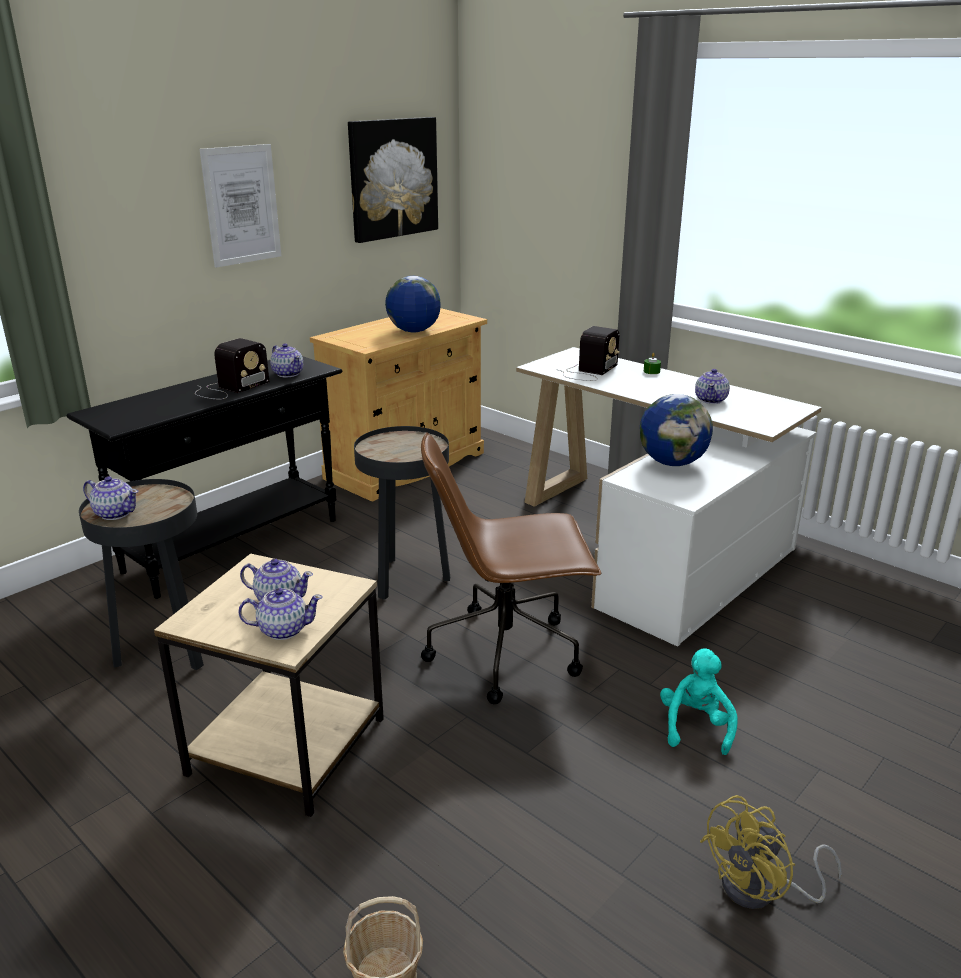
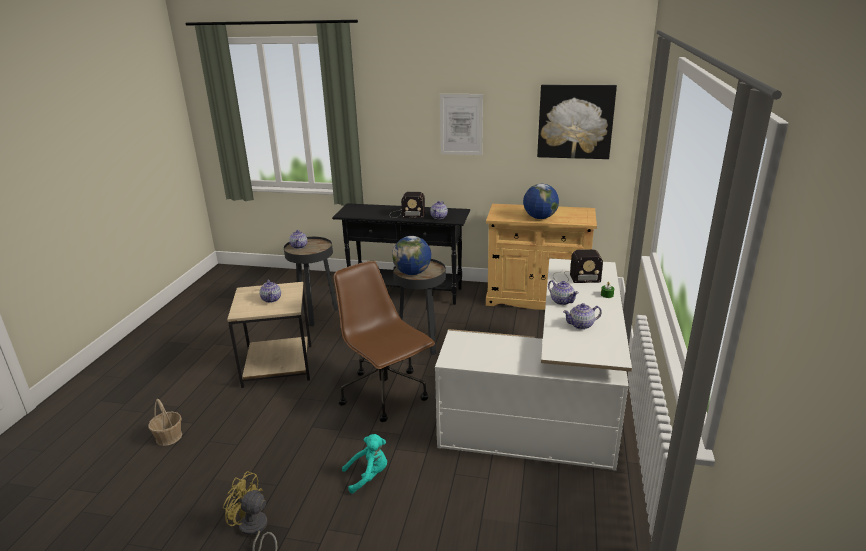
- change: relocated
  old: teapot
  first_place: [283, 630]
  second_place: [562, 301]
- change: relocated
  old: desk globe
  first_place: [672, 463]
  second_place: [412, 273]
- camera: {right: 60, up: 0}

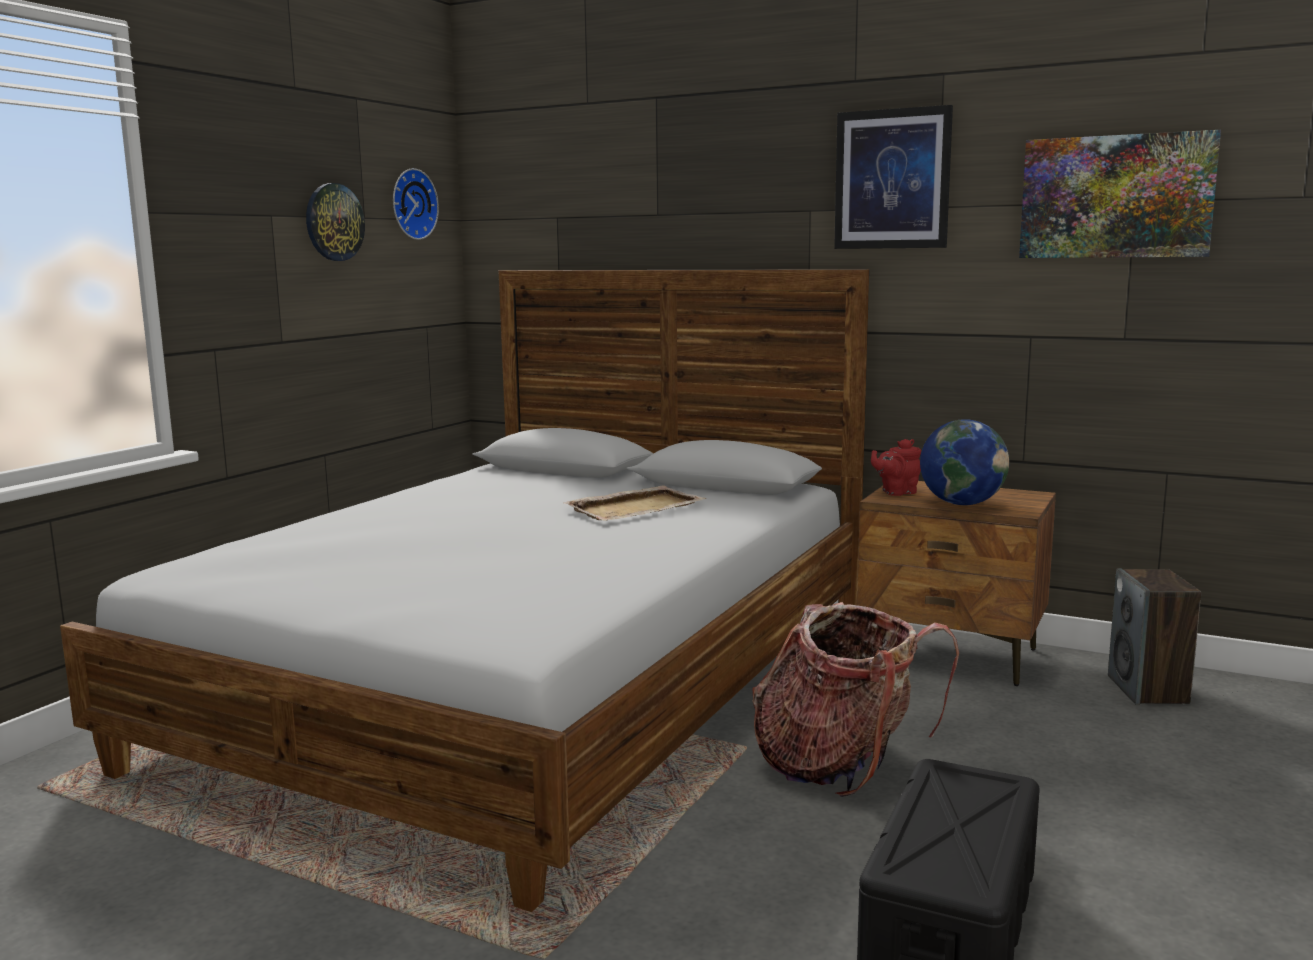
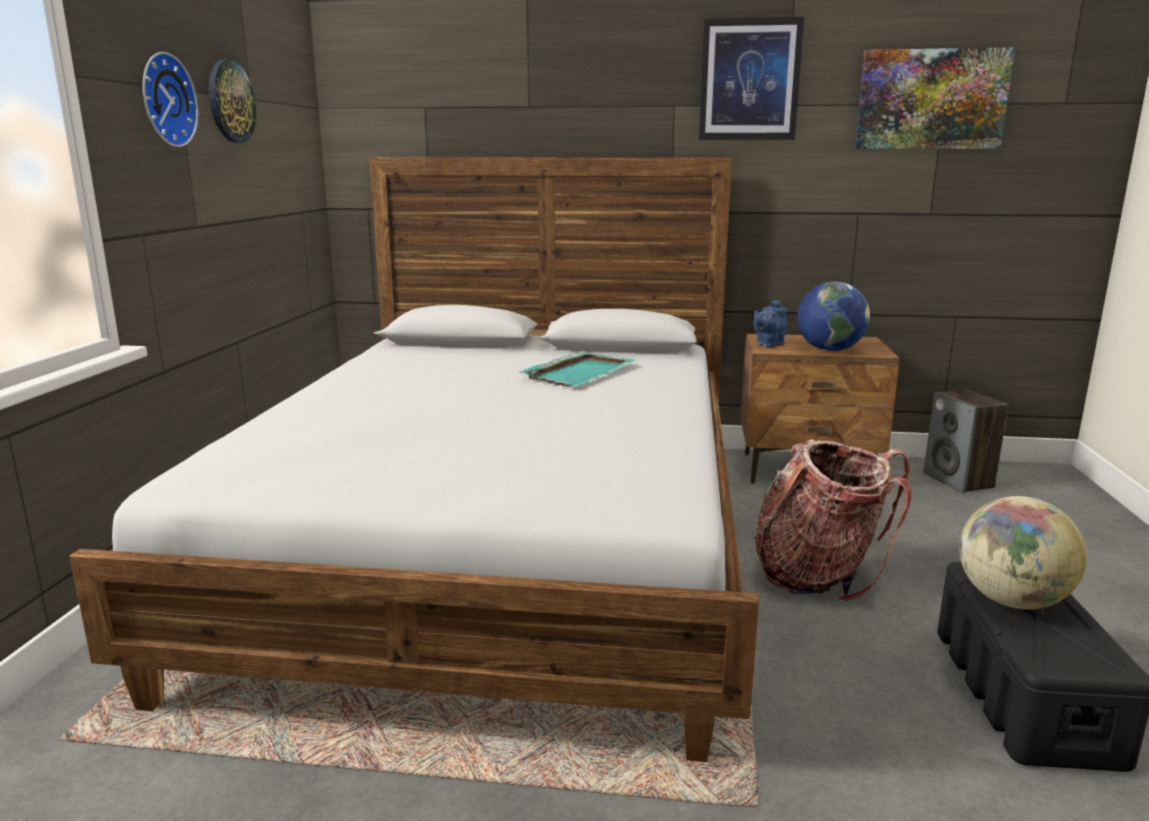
- change: appeared
  new: desk globe
  second_place: [1011, 601]
- change: relocated
  old: clock on the wall
  first_place: [411, 204]
  second_place: [164, 100]
- change: colour
  old: beige-coloured tray
  new: blue-green tray
  first_place: [636, 508]
  second_place: [579, 372]
- change: colour
  old: red teapot
  new: blue teapot
  first_place: [896, 492]
  second_place: [768, 344]
- camera: {right: -20, up: 5}

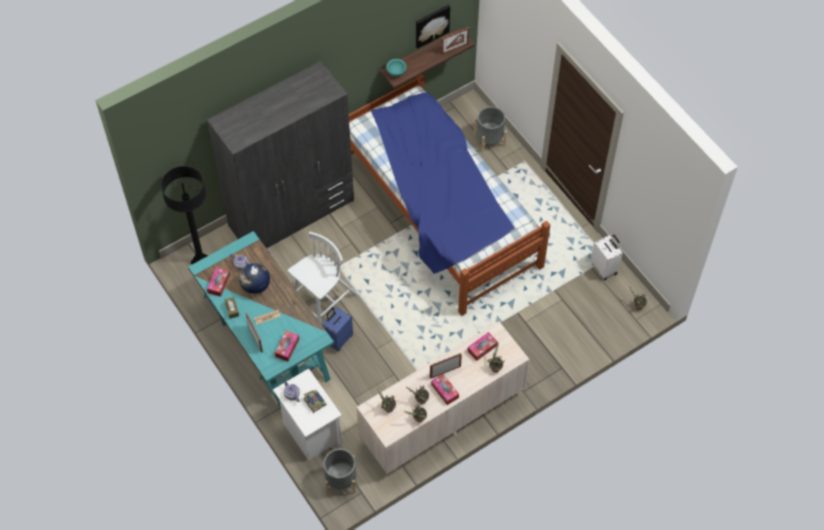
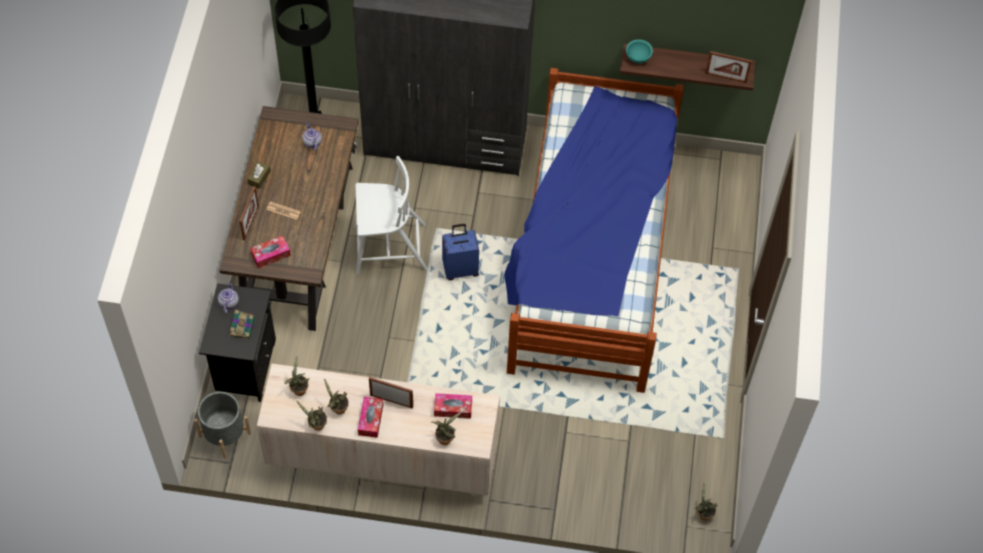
- change: missing
  old: tissue holder
  first_place: [219, 284]
- change: missing
  old: desk globe
  first_place: [255, 286]
- change: missing
  old: picture
  first_place: [431, 25]
- change: missing
  old: gray plant pot
  first_place: [489, 139]
- change: missing
  old: whitish piece of luggage
  first_place: [604, 268]
- change: relocated
  old: blue piece of luggage
  first_place: [338, 339]
  second_place: [460, 269]
- change: colour
  old: blue-green desk table
  new: brownish desk table
  first_place: [265, 338]
  second_place: [297, 242]
- change: colour
  old: whitish bedside table
  new: black-coloured bedside table
  first_place: [310, 432]
  second_place: [244, 366]
- camera: {right: 40, up: 0}

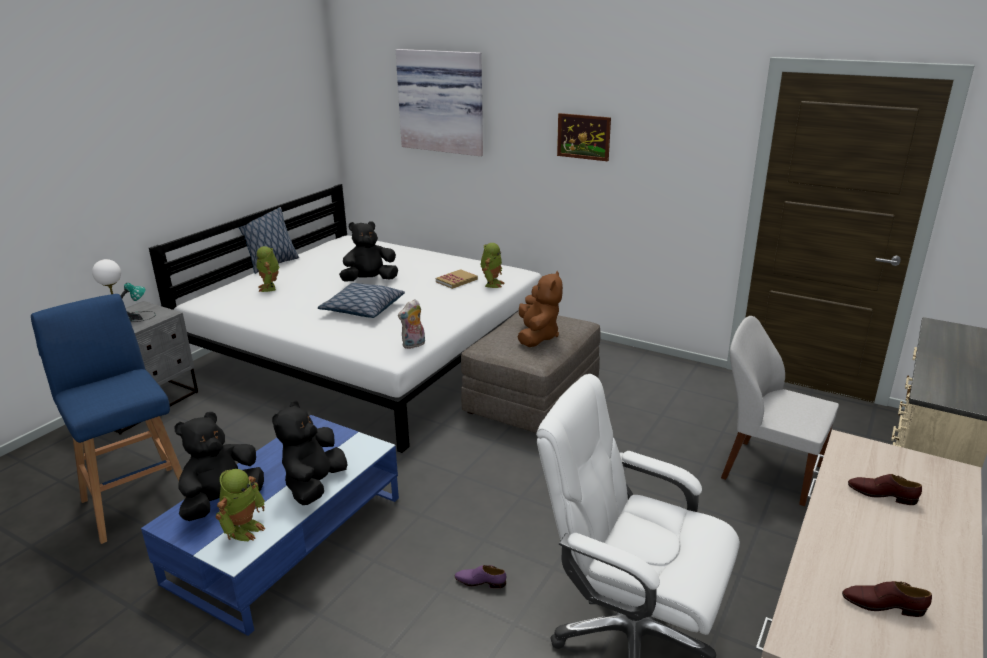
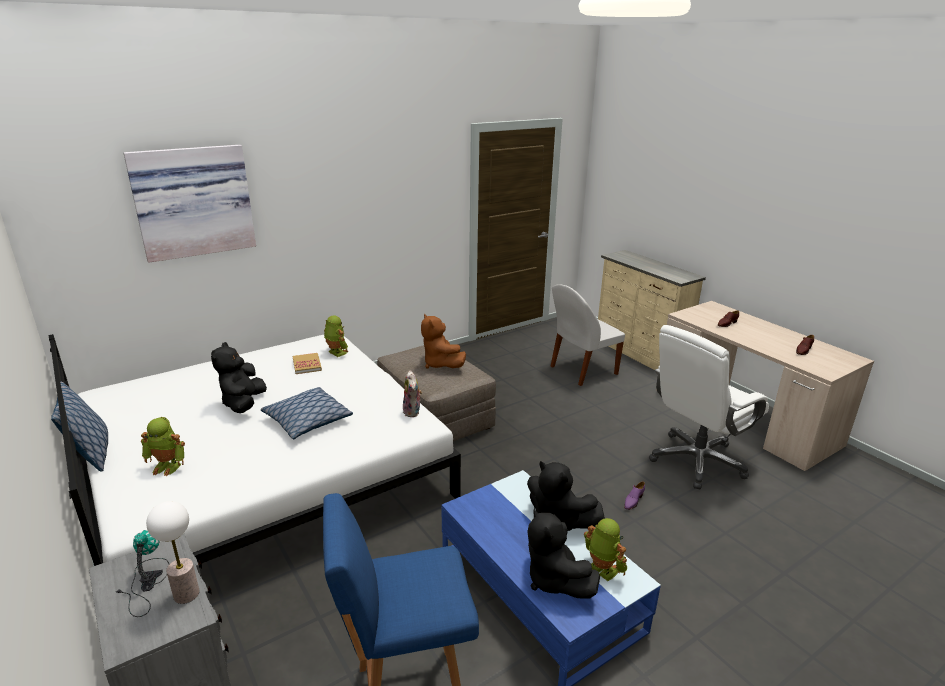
- change: missing
  old: picture
  first_place: [583, 136]
- change: spun
  old: brownish cuddly toy
  first_place: [537, 336]
  second_place: [440, 364]
  degrees: -150
- camera: {right: -65, up: 0}

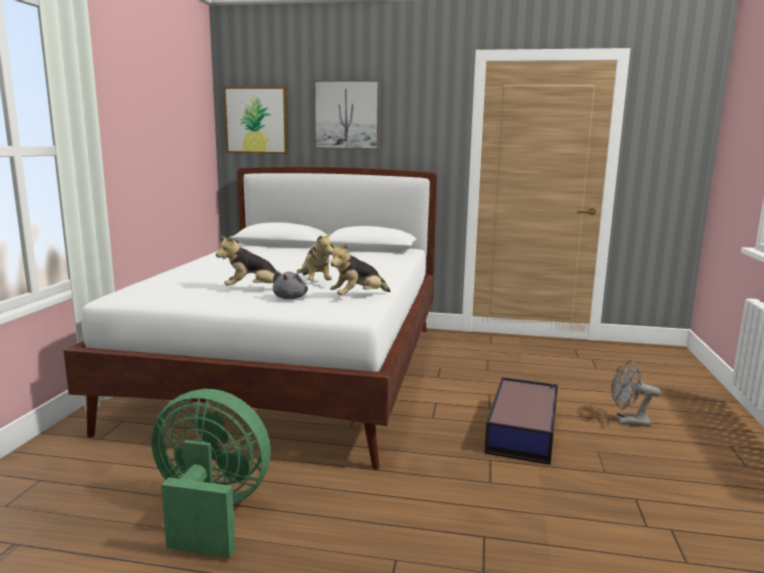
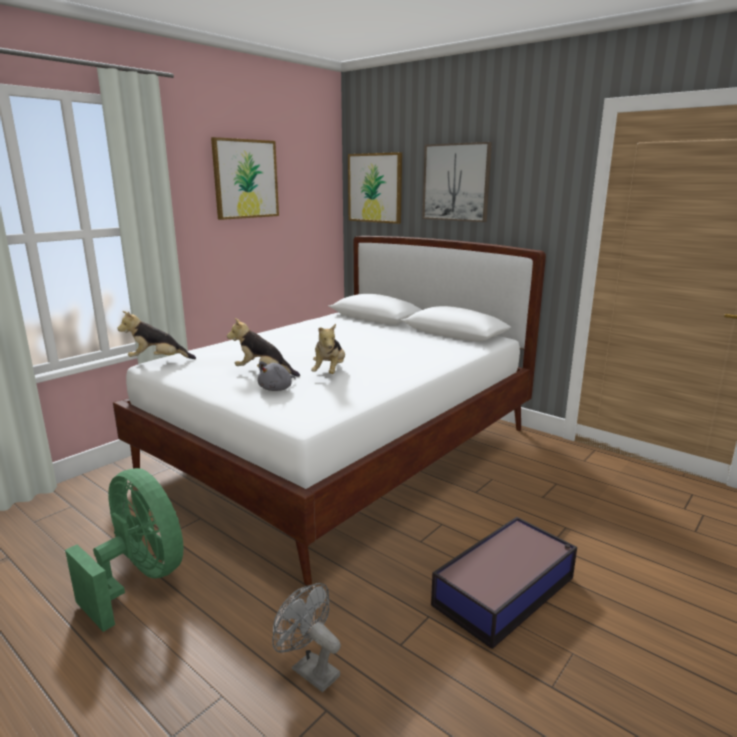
- change: appeared
  new: picture
  second_place: [245, 179]
- change: relocated
  old: cuddly toy
  first_place: [358, 297]
  second_place: [158, 360]
- change: relocated
  old: gray cooling fan
  first_place: [628, 421]
  second_place: [309, 669]
- camera: {right: 30, up: 5}

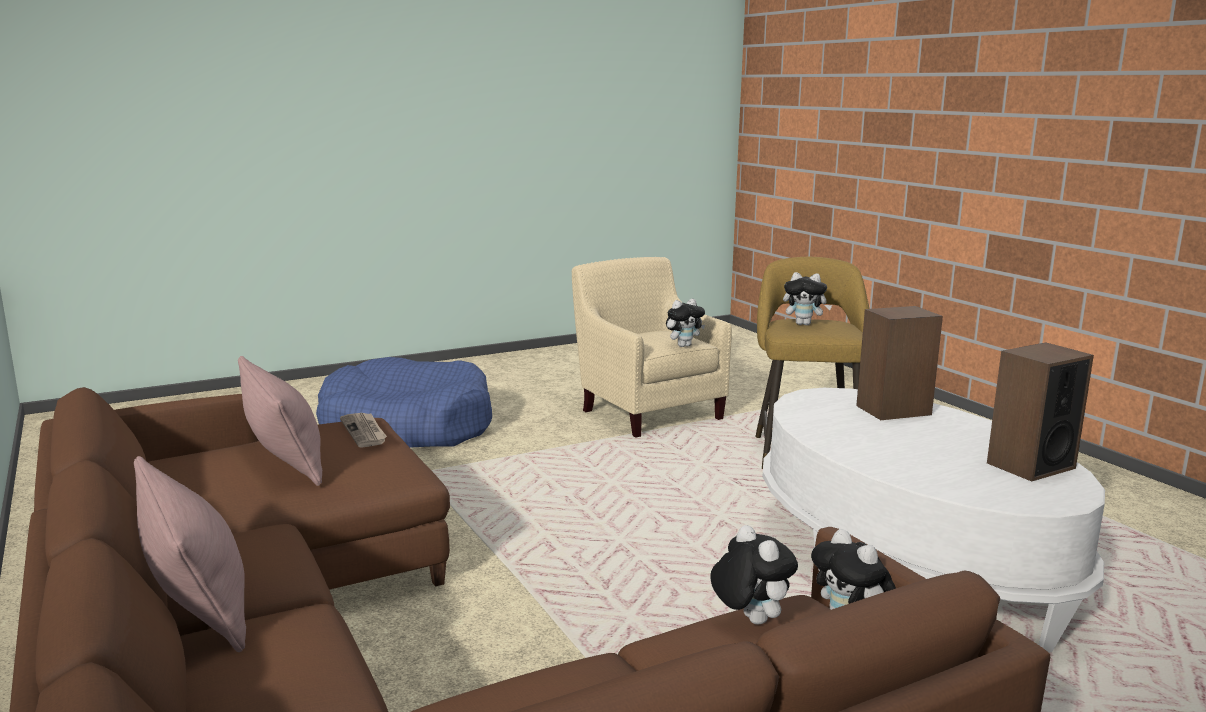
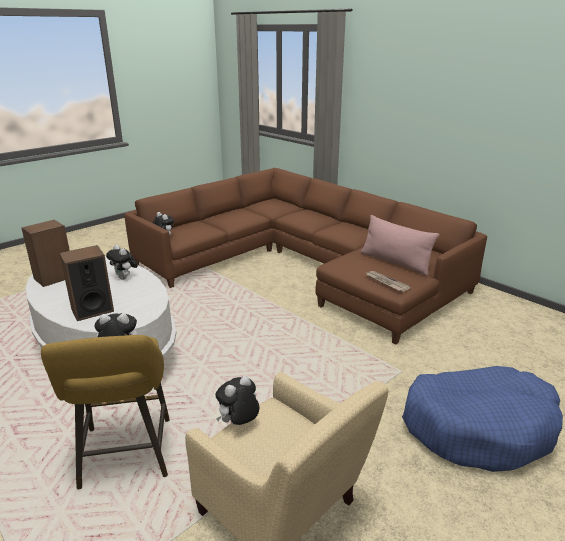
- change: missing
  old: pinkish cushion
  first_place: [196, 600]
- change: relocated
  old: cuddly toy
  first_place: [749, 620]
  second_place: [125, 278]
- camera: {right: 165, up: 10}

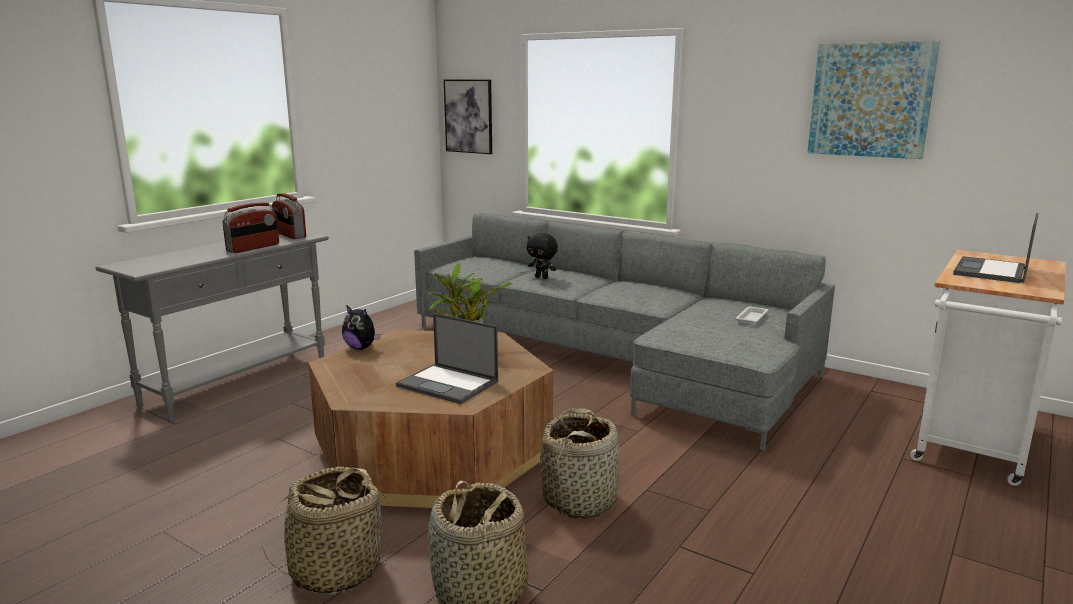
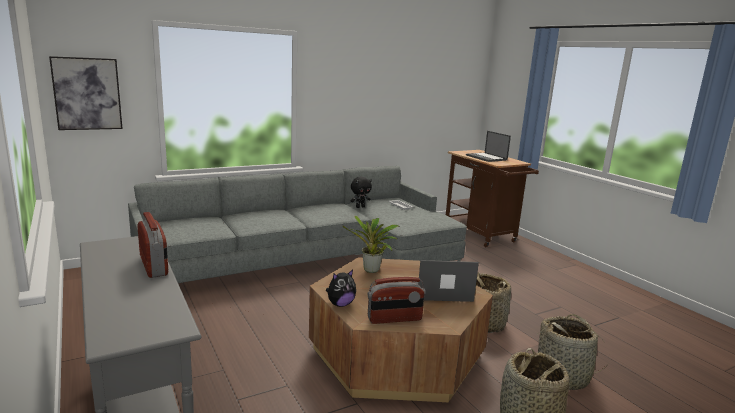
- change: missing
  old: picture
  first_place: [870, 100]
- change: relocated
  old: radio
  first_place: [289, 235]
  second_place: [394, 319]
- change: relocated
  old: black-coloured cuddly toy
  first_place: [542, 277]
  second_place: [360, 207]
- change: colour
  old: whitish cart
  new: brownish cart
  first_place: [972, 448]
  second_place: [482, 235]
- change: spun
  old: laptop
  first_place: [449, 384]
  second_place: [440, 291]
  degrees: -150
- camera: {right: -65, up: 0}

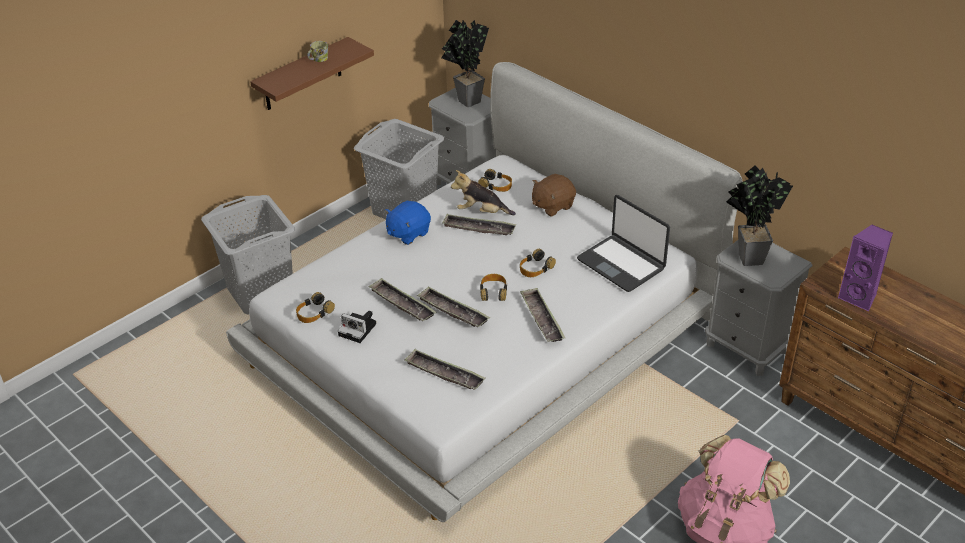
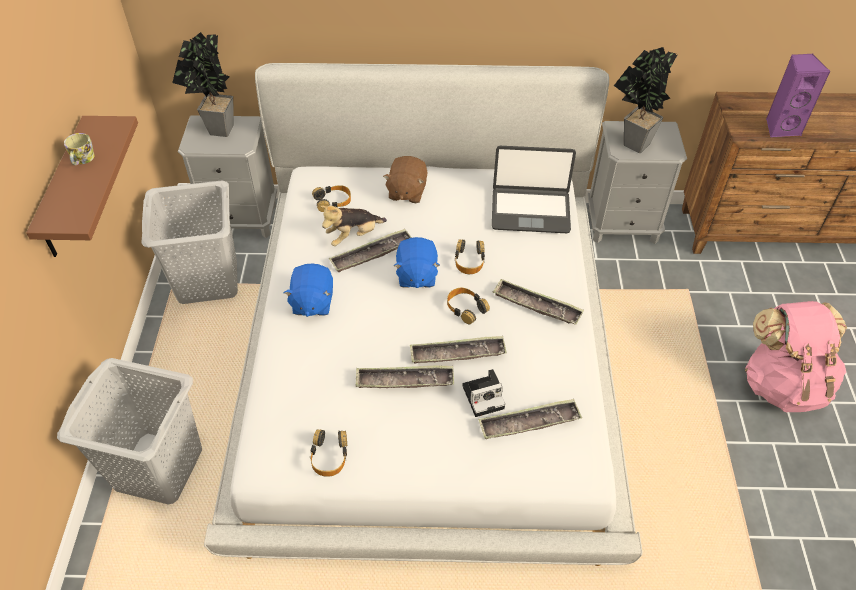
- change: appeared
  new: blue cuddly toy
  second_place: [416, 275]
- change: relocated
  old: photo camera
  first_place: [359, 329]
  second_place: [484, 396]
- camera: {right: -45, up: 10}

